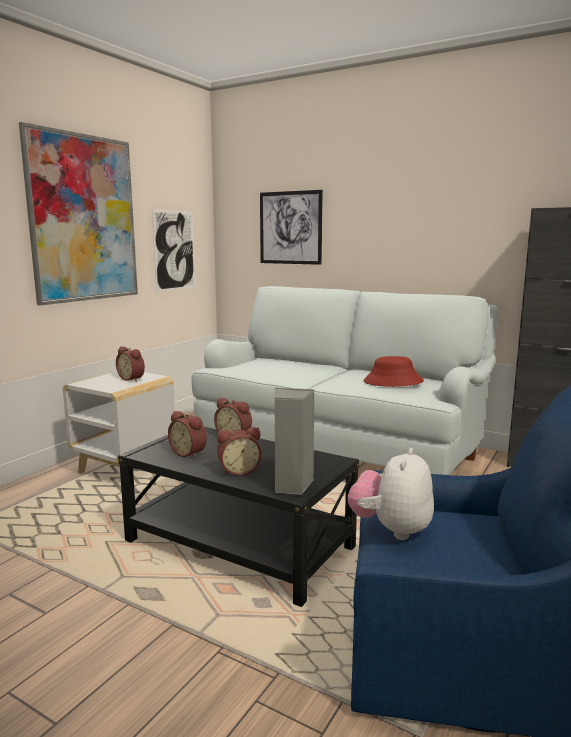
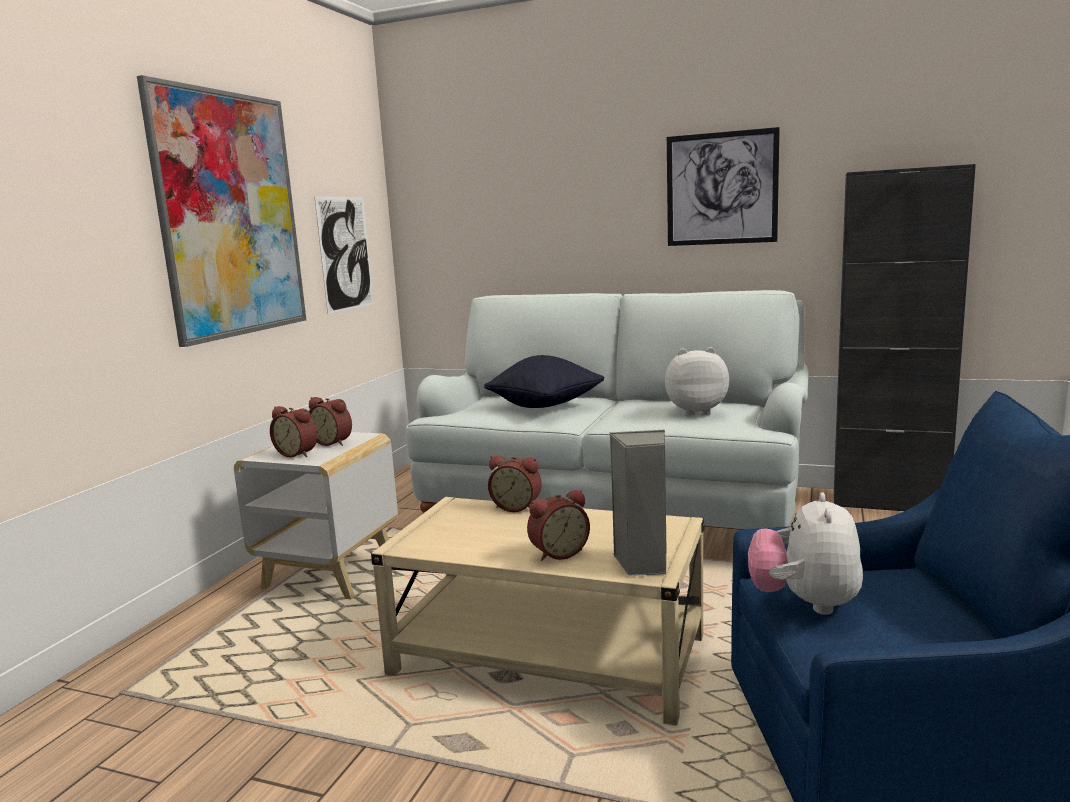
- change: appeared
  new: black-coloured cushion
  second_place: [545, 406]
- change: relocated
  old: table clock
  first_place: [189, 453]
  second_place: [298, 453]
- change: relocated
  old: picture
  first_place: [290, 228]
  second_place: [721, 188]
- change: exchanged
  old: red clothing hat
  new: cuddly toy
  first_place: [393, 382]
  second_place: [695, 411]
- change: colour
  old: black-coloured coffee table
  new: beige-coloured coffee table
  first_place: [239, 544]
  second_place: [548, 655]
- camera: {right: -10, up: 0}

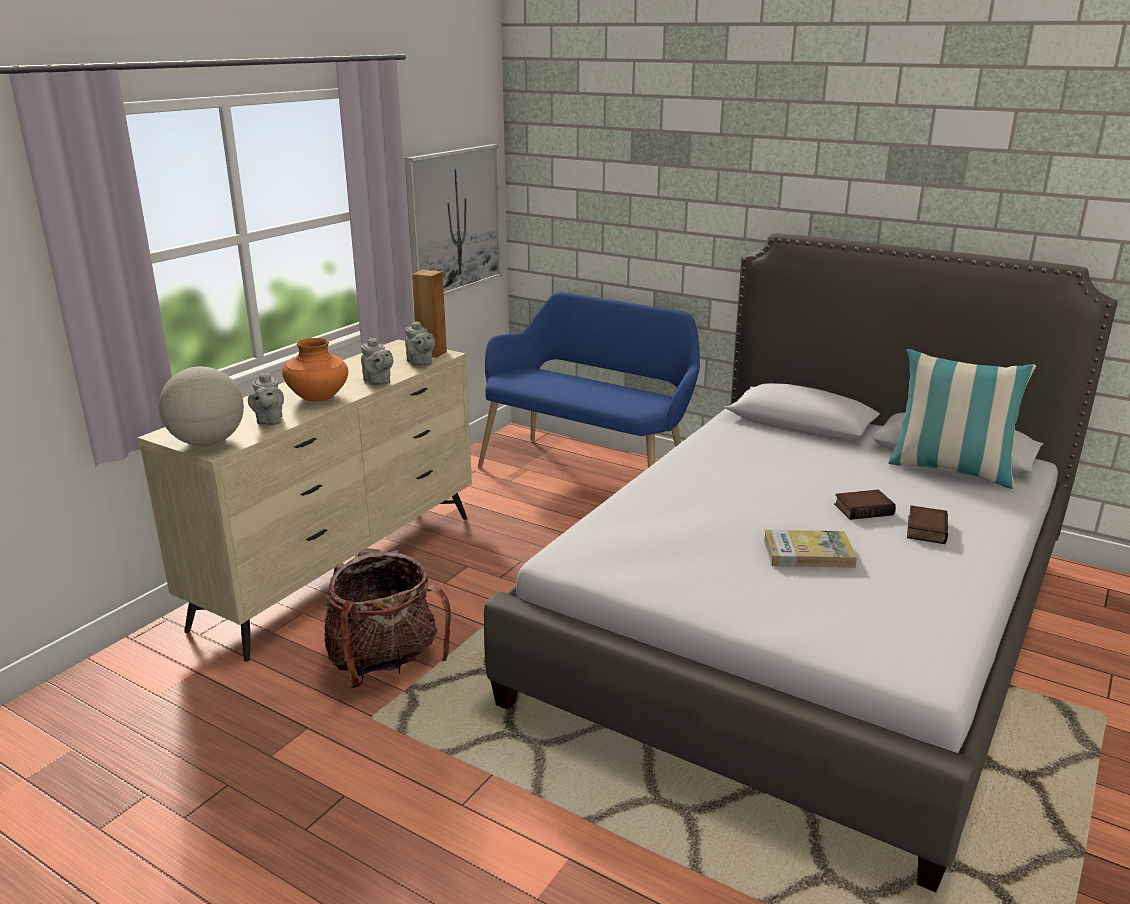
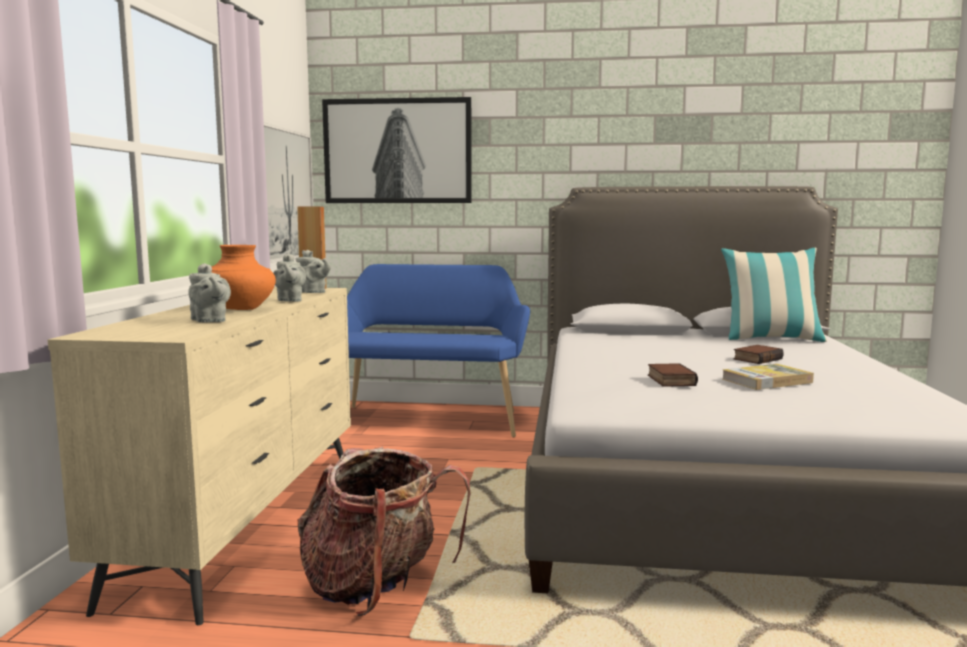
- change: missing
  old: desk globe
  first_place: [208, 442]
- change: appeared
  new: picture
  second_place: [398, 151]
- change: relocated
  old: bound book
  first_place: [924, 529]
  second_place: [669, 380]
- change: spun
  old: gray teapot
  first_place: [378, 382]
  second_place: [289, 300]
  degrees: 45
- camera: {right: -25, up: -15}

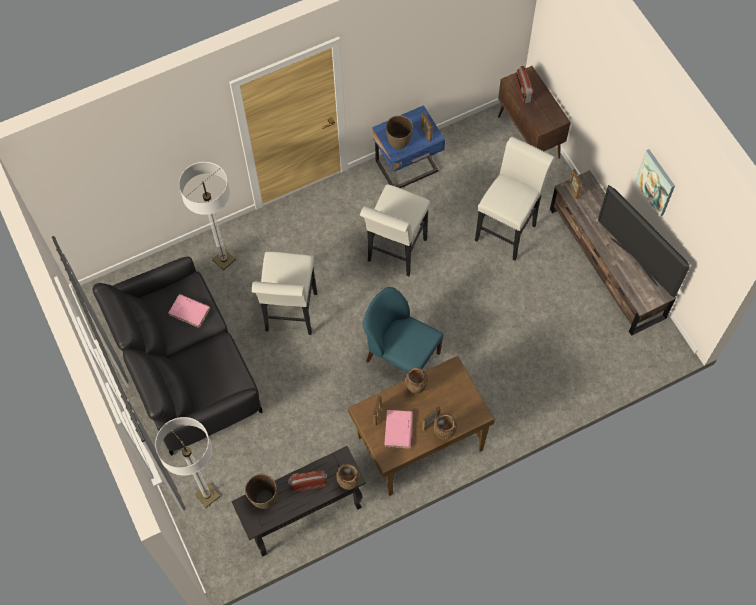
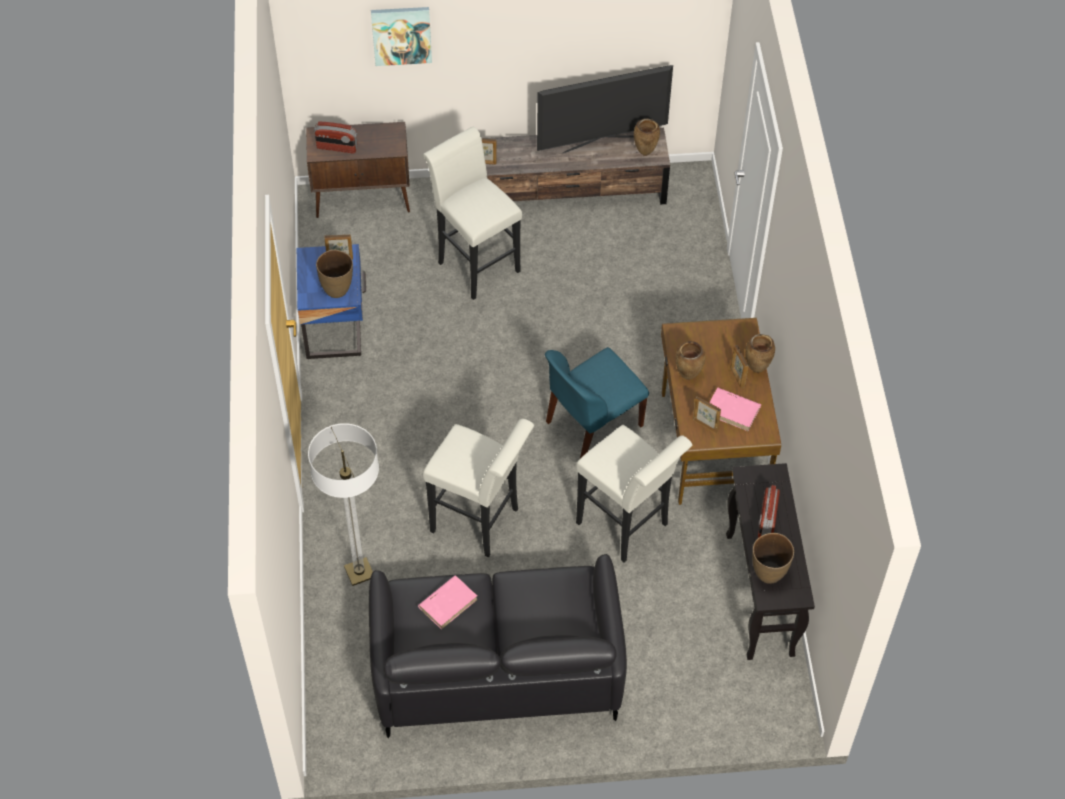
- change: missing
  old: standard lamp
  first_place: [207, 495]
- change: relocated
  old: brownish vase
  first_place: [349, 484]
  second_place: [645, 153]
- change: relocated
  old: whitish stool seat
  first_place: [395, 253]
  second_place: [627, 527]
- change: relocated
  old: picture
  first_place: [656, 182]
  second_place: [401, 35]
- camera: {right: -70, up: -10}

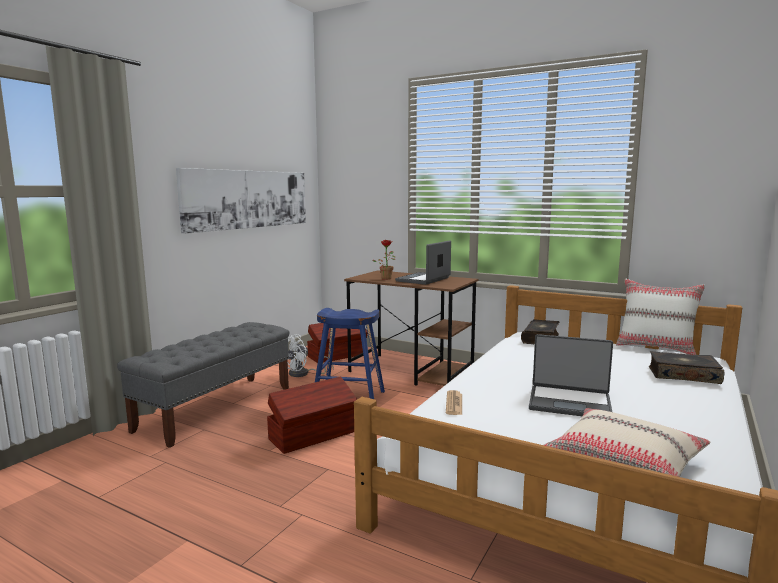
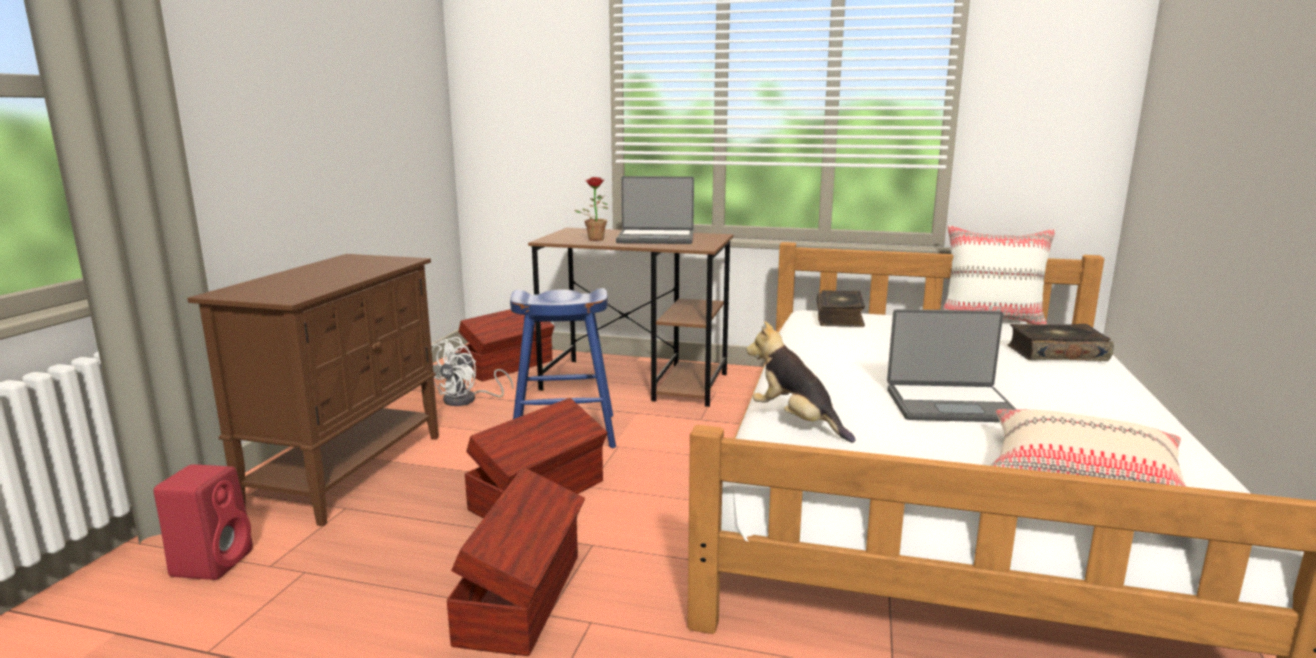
- change: missing
  old: picture
  first_place: [248, 199]
- change: appeared
  new: red audio speaker
  second_place: [213, 562]
- change: appeared
  new: brownish storage bin
  second_place: [523, 597]
- change: exchanged
  old: gray bench
  new: brownish cupboard
  first_place: [216, 408]
  second_place: [348, 470]
- change: exchanged
  old: printed paper
  new: cuddly toy
  first_place: [454, 403]
  second_place: [796, 422]
- change: spun
  old: laptop
  first_place: [424, 279]
  second_place: [656, 239]
  degrees: -105
- camera: {right: -15, up: 5}

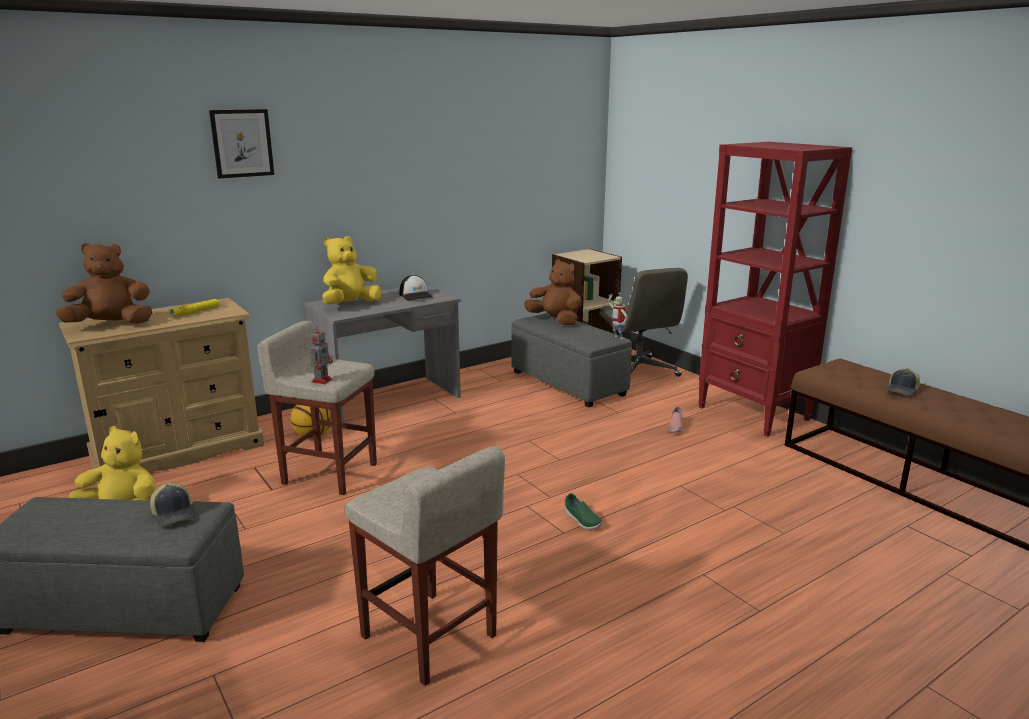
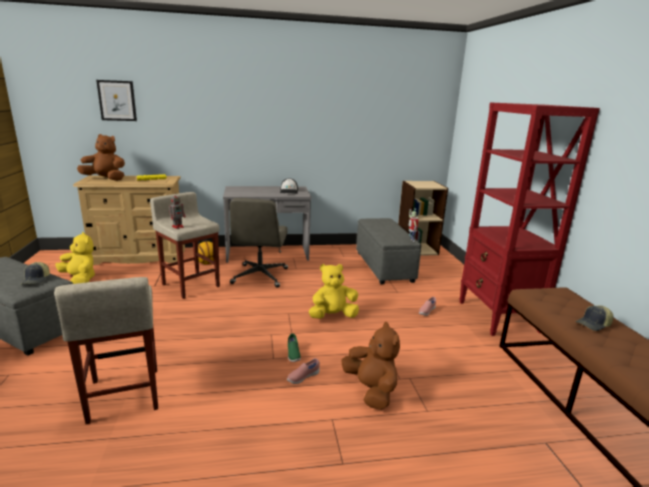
- change: appeared
  new: pinkish item of footwear
  second_place: [303, 377]
- change: relocated
  old: picture
  first_place: [242, 143]
  second_place: [117, 100]
- change: relocated
  old: yellow cuddly toy
  first_place: [350, 304]
  second_place: [333, 316]
- change: relocated
  old: brownish cuddly toy
  first_place: [555, 321]
  second_place: [371, 390]
- change: relocated
  old: gray office chair
  first_place: [639, 370]
  second_place: [260, 276]
- camera: {right: 25, up: 0}

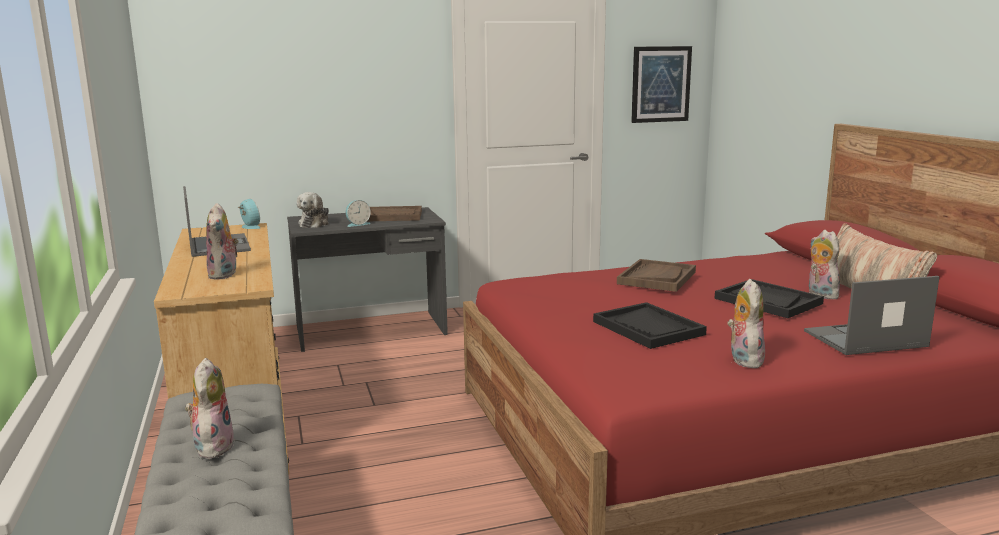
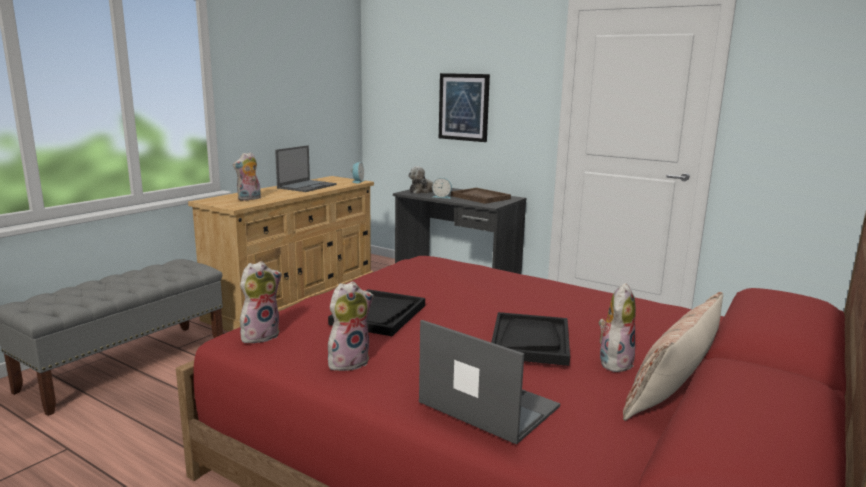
- change: missing
  old: brownish tray
  first_place: [656, 278]
- change: relocated
  old: cuddly toy
  first_place: [212, 446]
  second_place: [260, 335]
- change: relocated
  old: picture
  first_place: [660, 84]
  second_place: [464, 107]
- camera: {right: 50, up: 0}

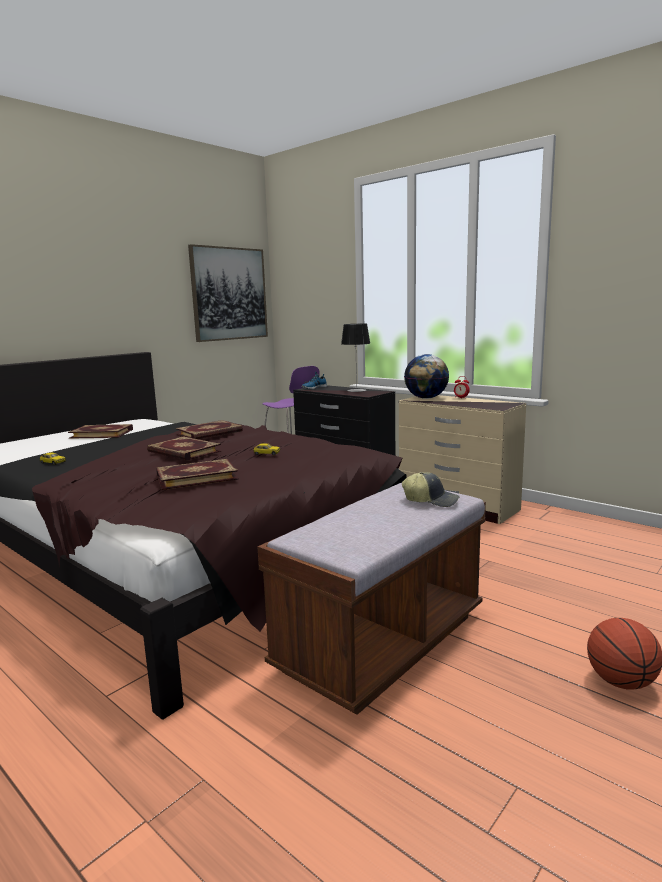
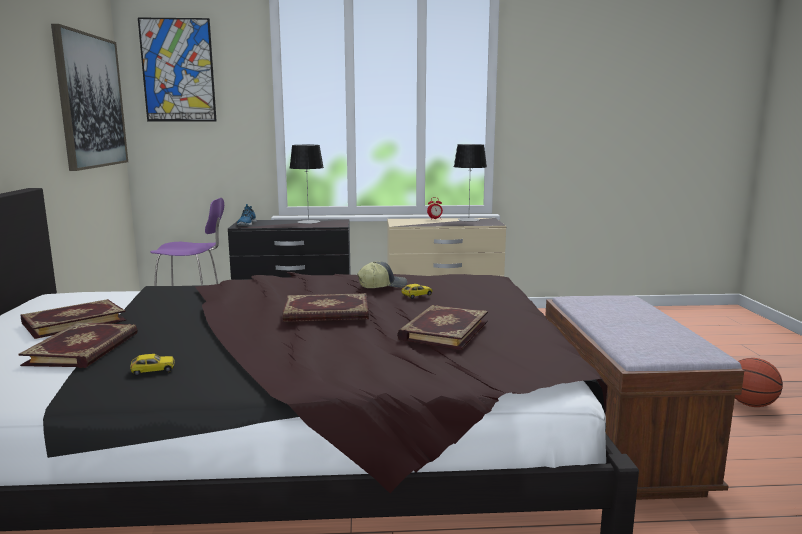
- change: missing
  old: desk globe
  first_place: [426, 398]
- change: appeared
  new: picture
  second_place: [178, 70]
- change: appeared
  new: tabletop lamp
  second_place: [468, 220]
- change: relocated
  old: bound book
  first_place: [210, 433]
  second_place: [84, 349]
- change: relocated
  old: baseball cap
  first_place: [431, 500]
  second_place: [382, 286]
- camera: {right: -45, up: 0}

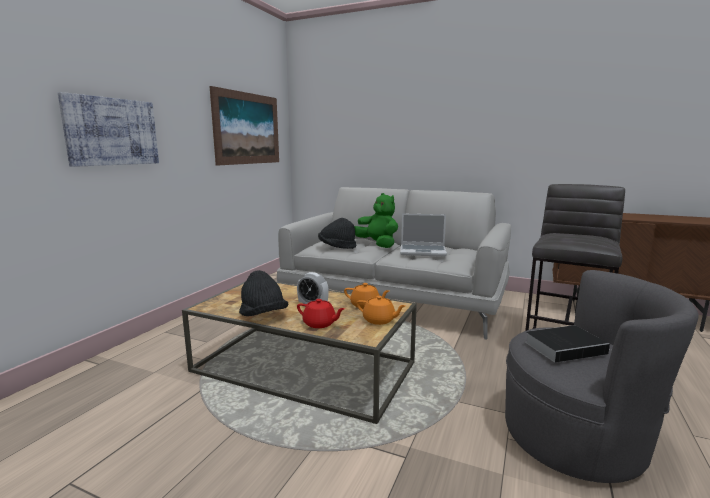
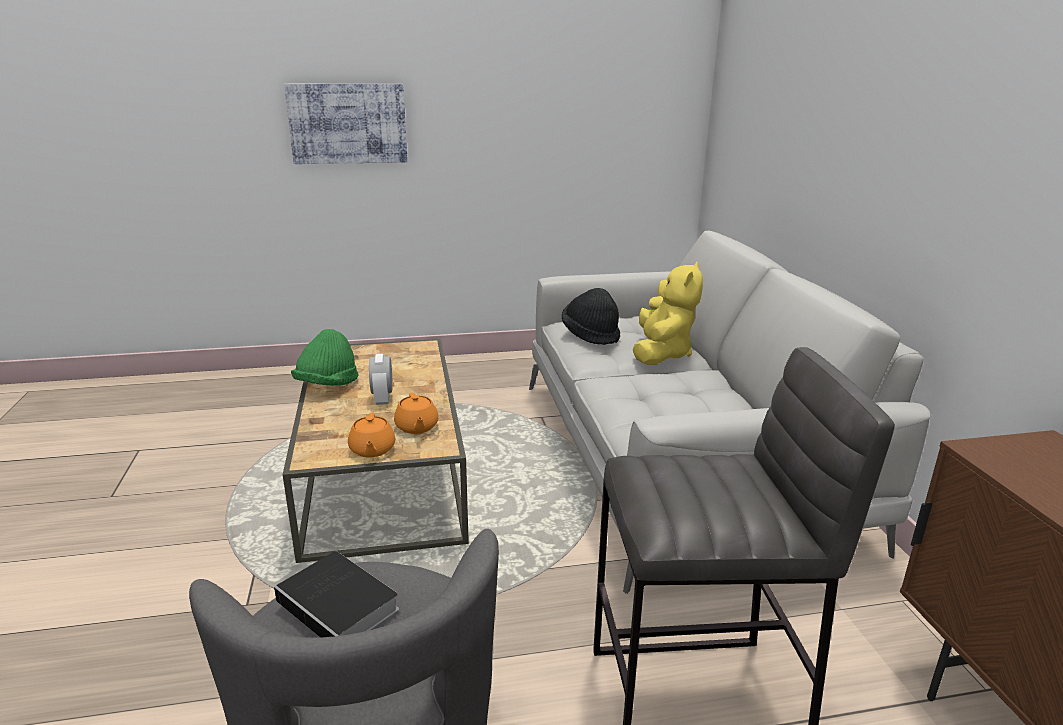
- change: missing
  old: picture
  first_place: [247, 128]
- change: missing
  old: red teapot
  first_place: [320, 324]
- change: missing
  old: laptop
  first_place: [423, 251]
- change: colour
  old: black-coloured clothing hat
  new: green clothing hat
  first_place: [263, 316]
  second_place: [327, 385]
- change: colour
  old: green cuddly toy
  new: yellow cuddly toy
  first_place: [378, 244]
  second_place: [661, 353]
- camera: {right: 55, up: 10}

